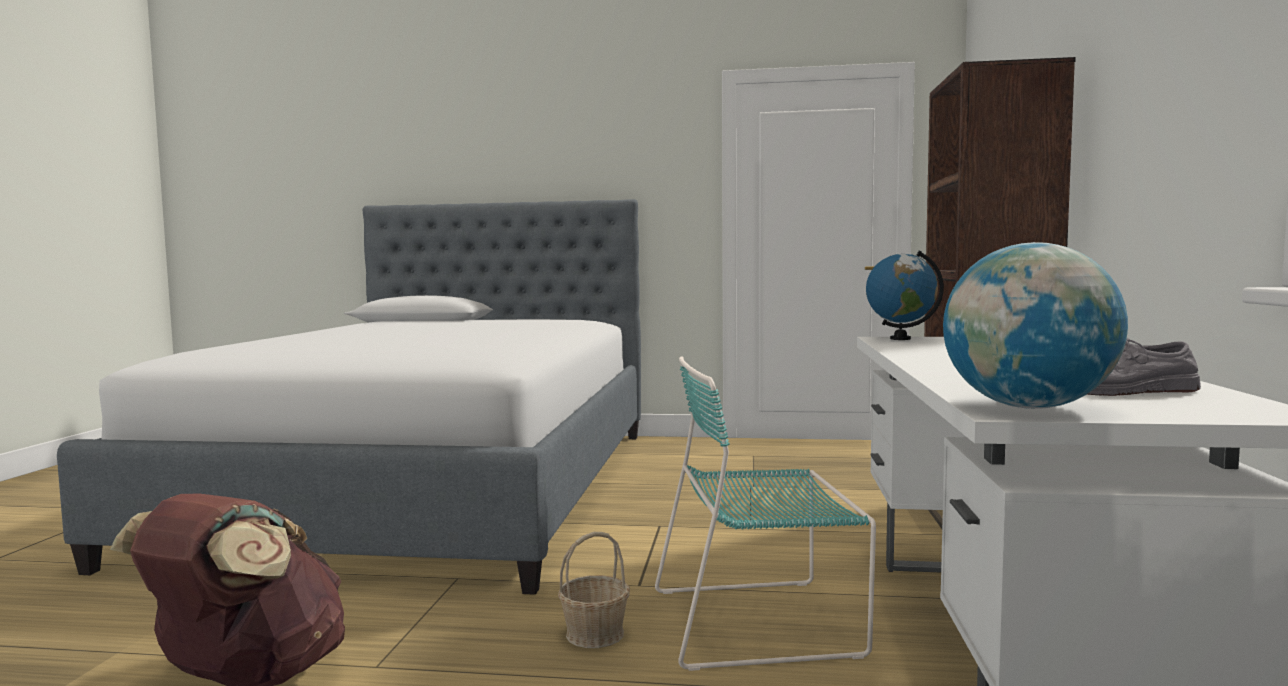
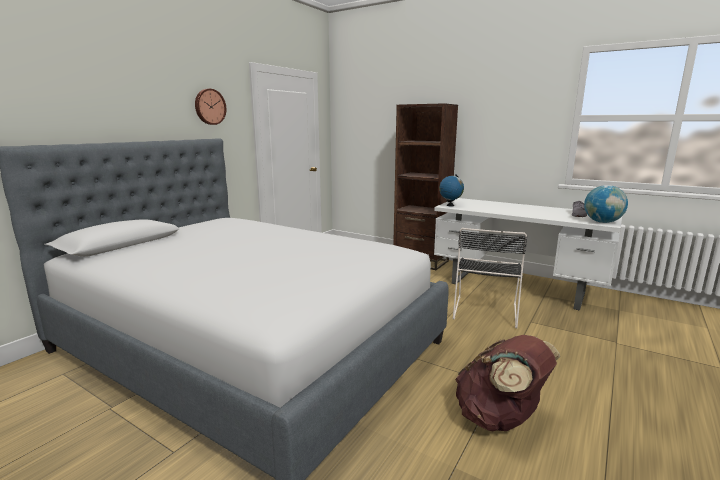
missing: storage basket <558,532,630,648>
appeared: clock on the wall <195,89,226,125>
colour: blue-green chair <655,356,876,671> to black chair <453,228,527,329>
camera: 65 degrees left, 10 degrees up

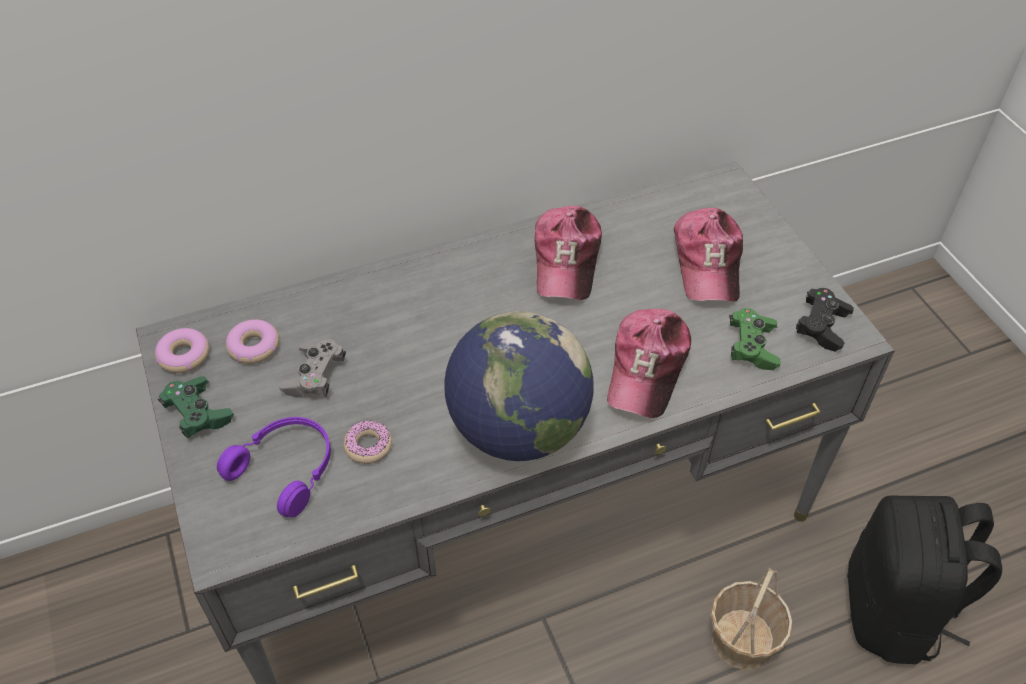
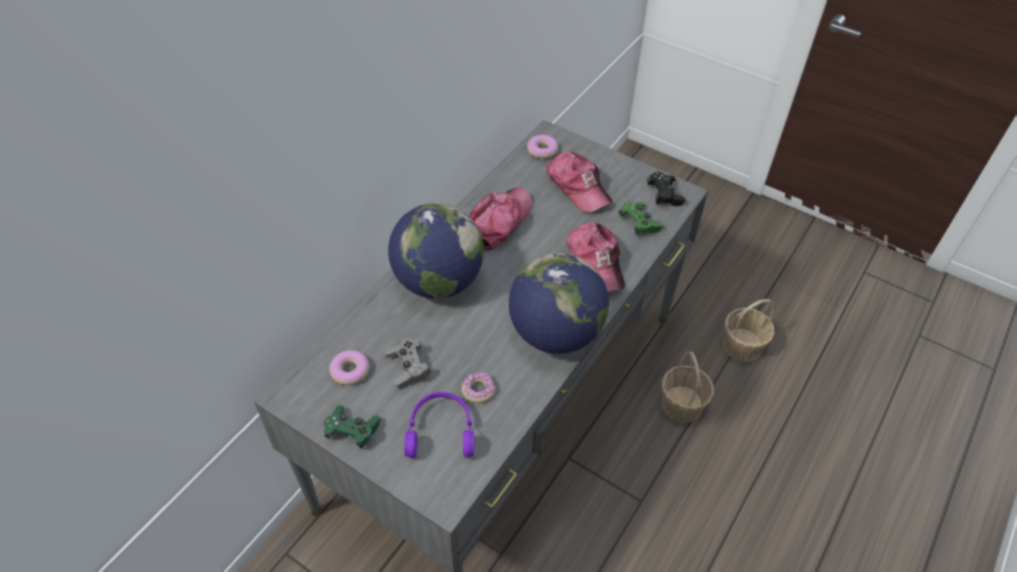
appeared: world globe <388,203,484,299>
relocated: donut <155,328,209,373> to <527,135,558,159>
exchanged: black knapsack <847,496,1002,664> to storage basket <723,299,774,362>
spun: peaked cap <534,206,602,300> = <469,188,532,251> 120 degrees counterclockwise
camera: 35 degrees left, 0 degrees up

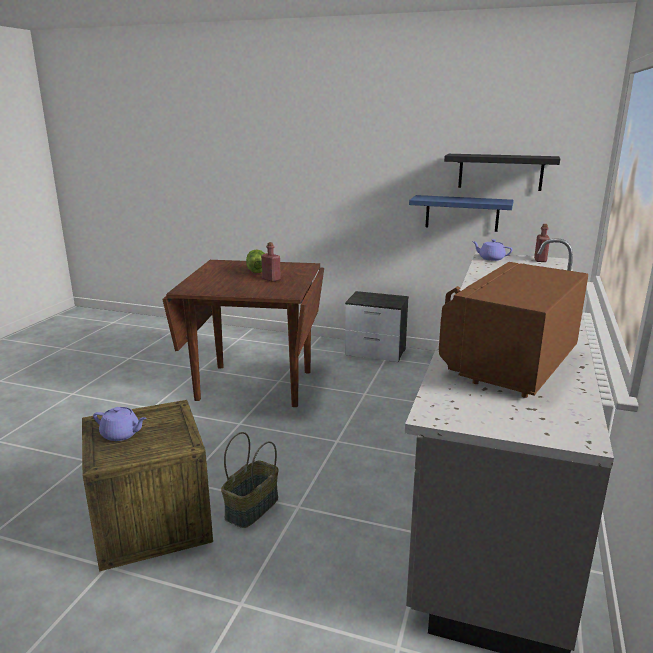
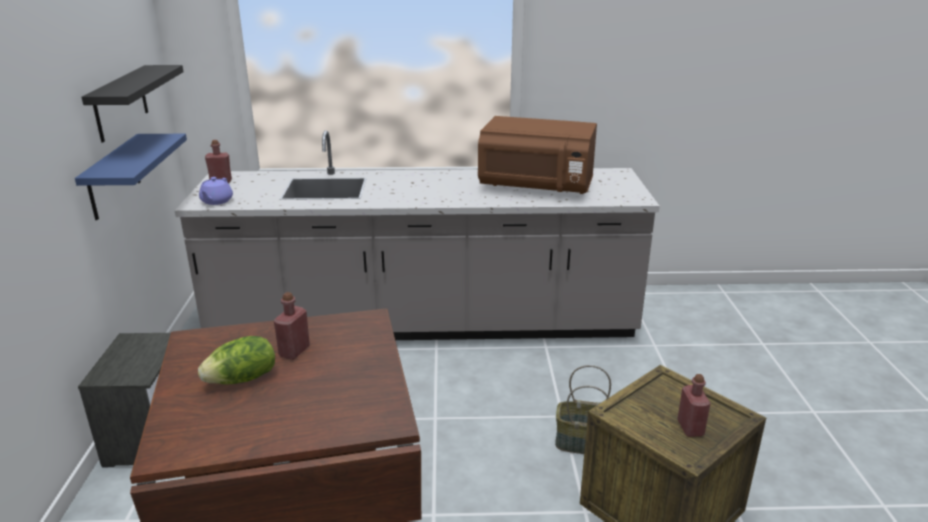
exchanged: purple-coloured teapot <93,407,147,441> to red-coloured drink bottle <677,374,711,437>
camera: 110 degrees left, 5 degrees up

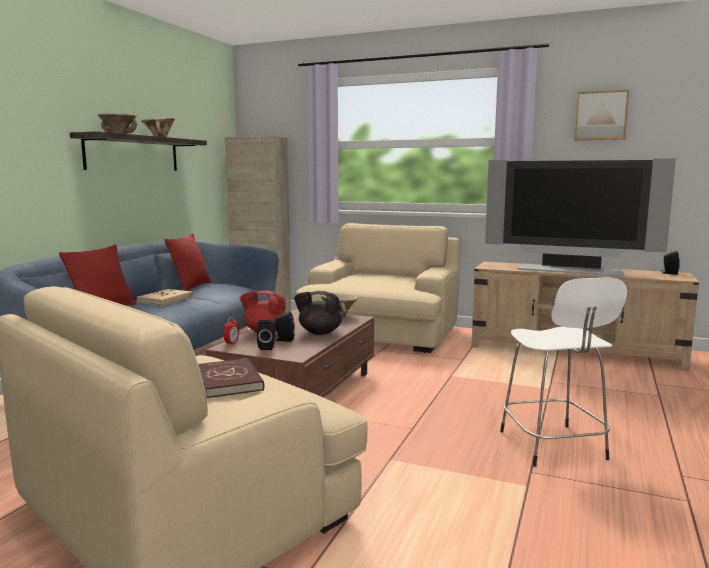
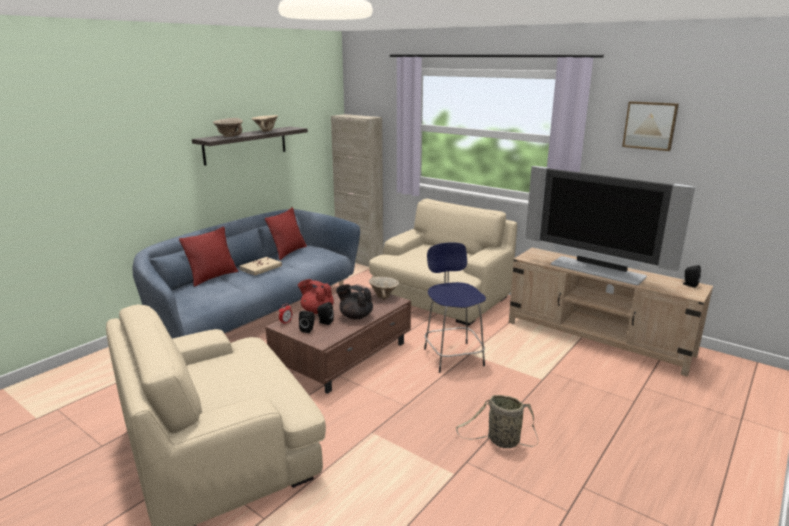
missing: red-coloured bound book <198,358,264,398>
appeared: blue-coloured stool seat <424,242,486,373>
exchanged: whitish stool seat <500,278,627,467> to storage basket <456,395,538,448>
camera: 15 degrees right, 10 degrees up

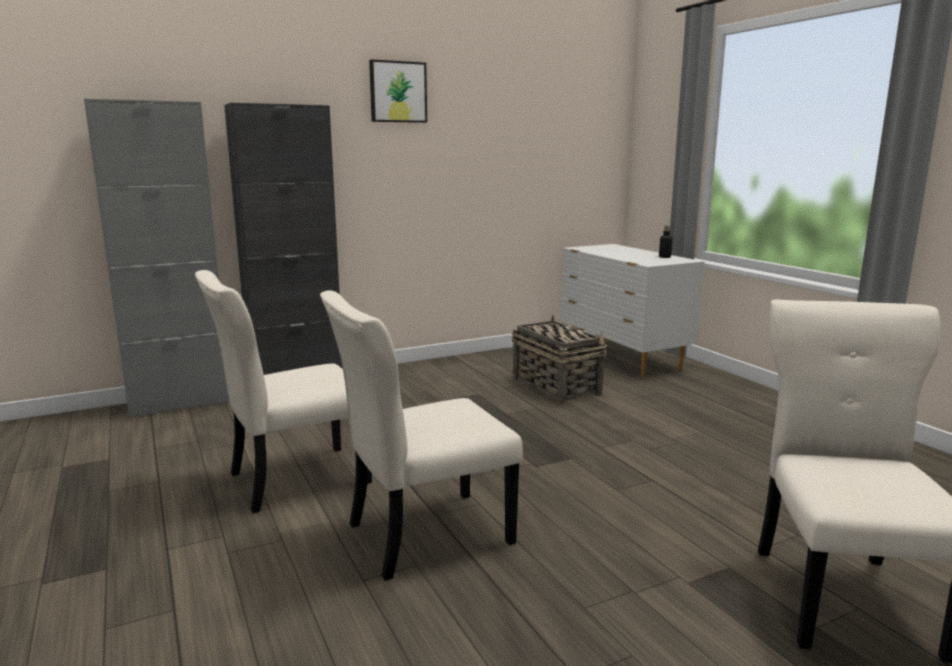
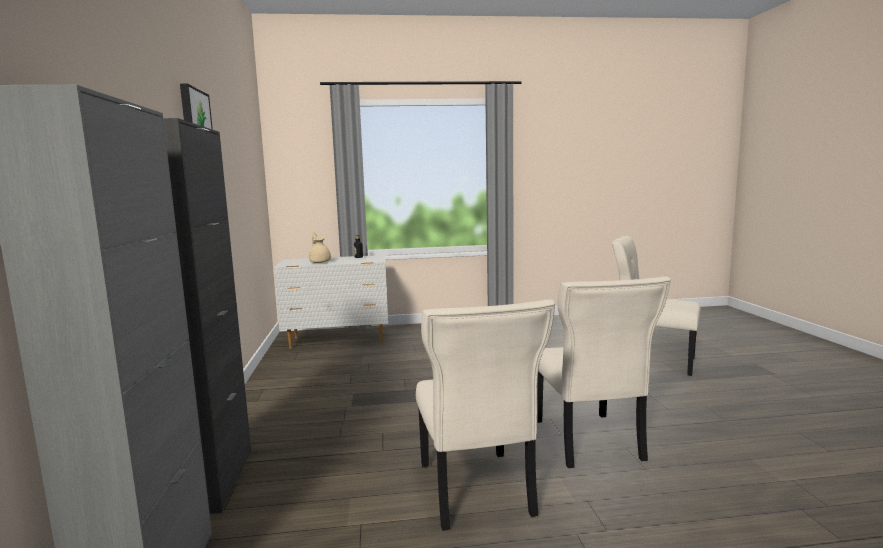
missing: storage basket <512,315,608,405>
appeared: beige teapot <309,232,331,263>
camera: 70 degrees left, 5 degrees down

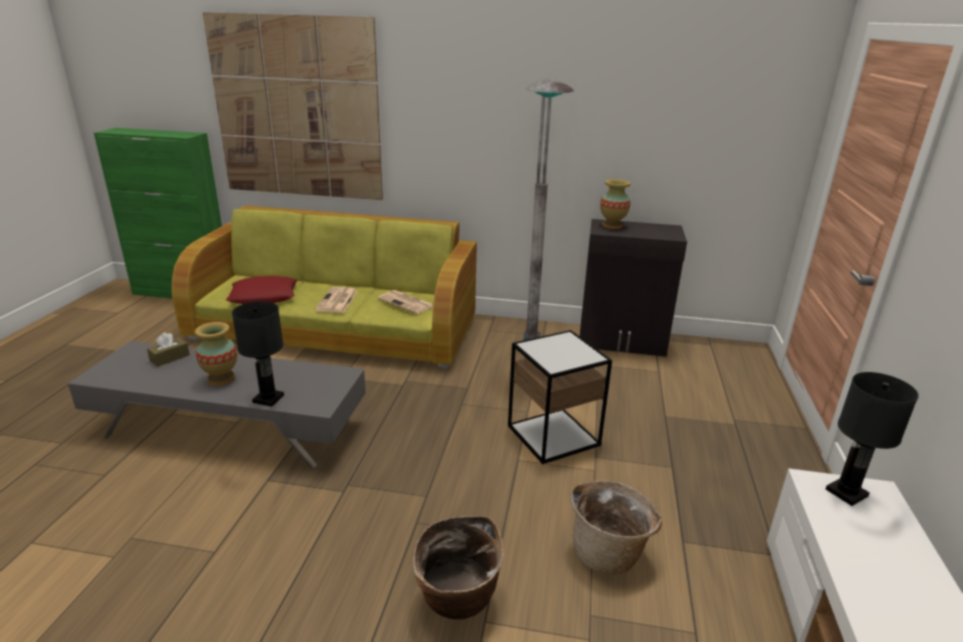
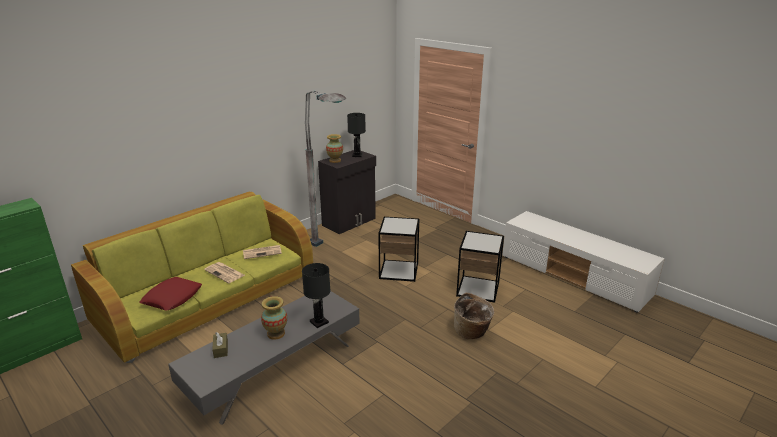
missing: wall picture <203,12,383,200>
relocated: black tabletop lamp <826,372,919,506> to <347,113,366,157>
exchanged: storage basket <570,480,662,575> to end table <456,231,504,303>
camera: 55 degrees left, 0 degrees up

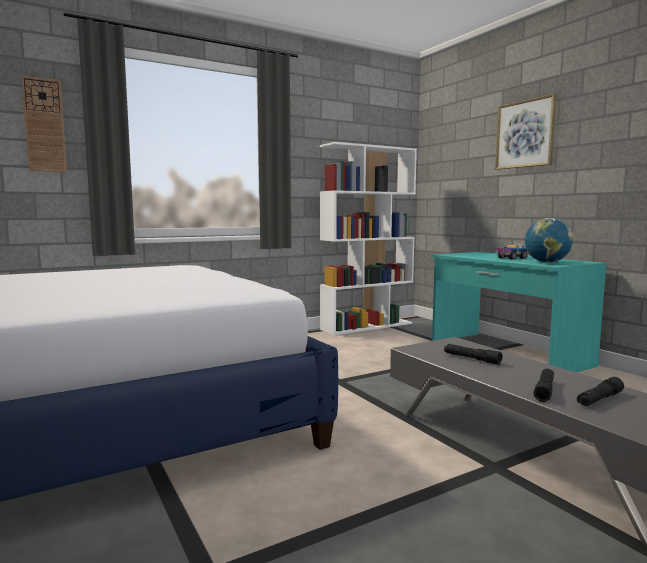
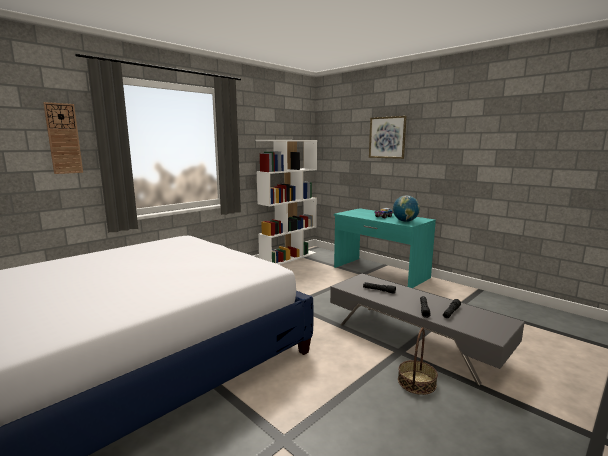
appeared: storage basket <398,327,438,395>
camera: 15 degrees left, 5 degrees up

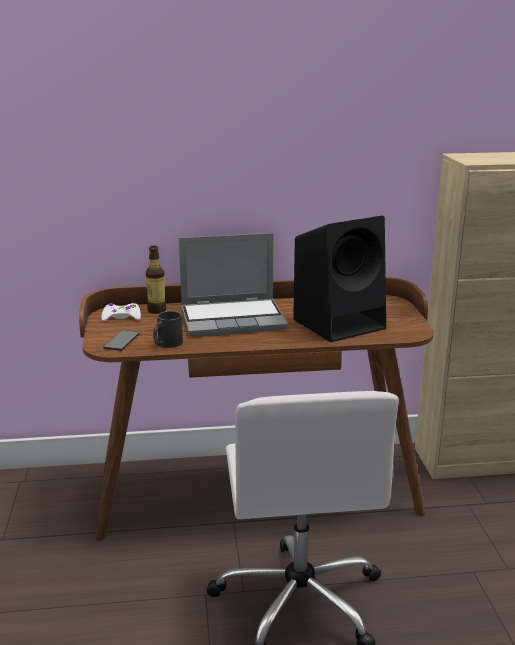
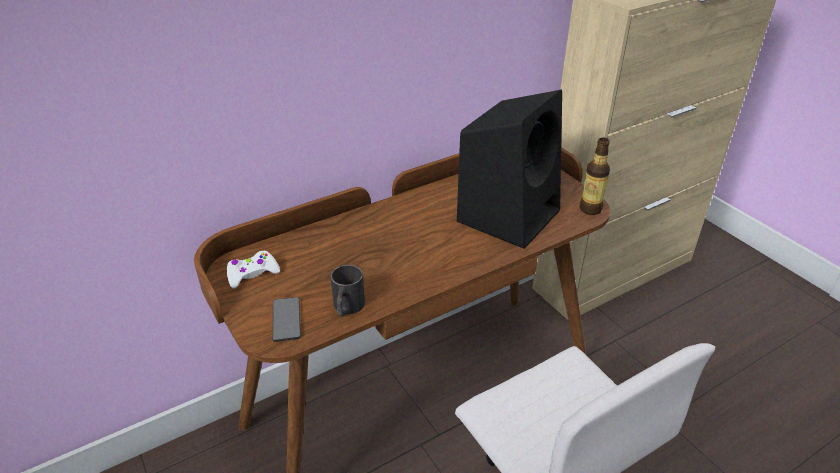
missing: portable computer <179,233,288,337>
relocated: drink bottle <146,246,166,314> to <580,138,610,215>
camera: 25 degrees left, 15 degrees up

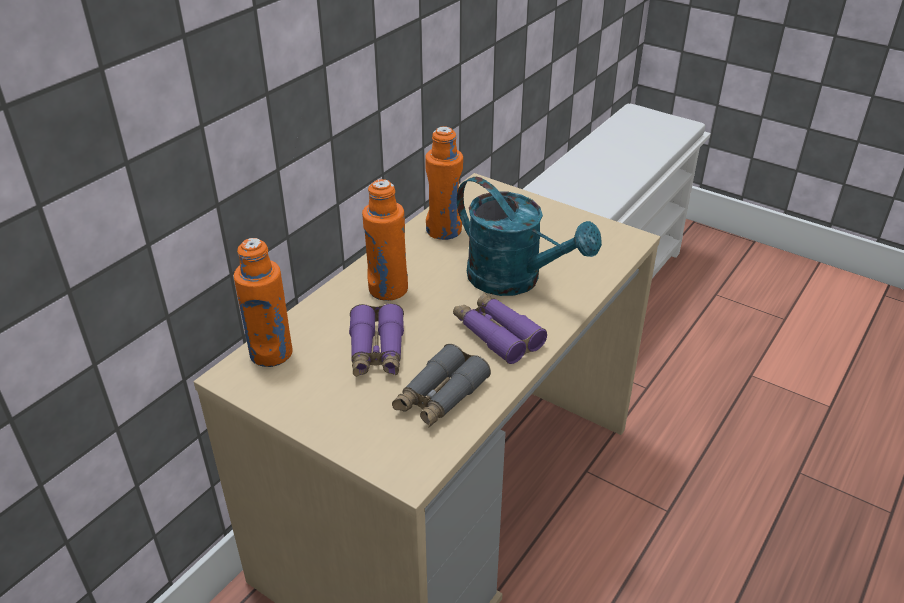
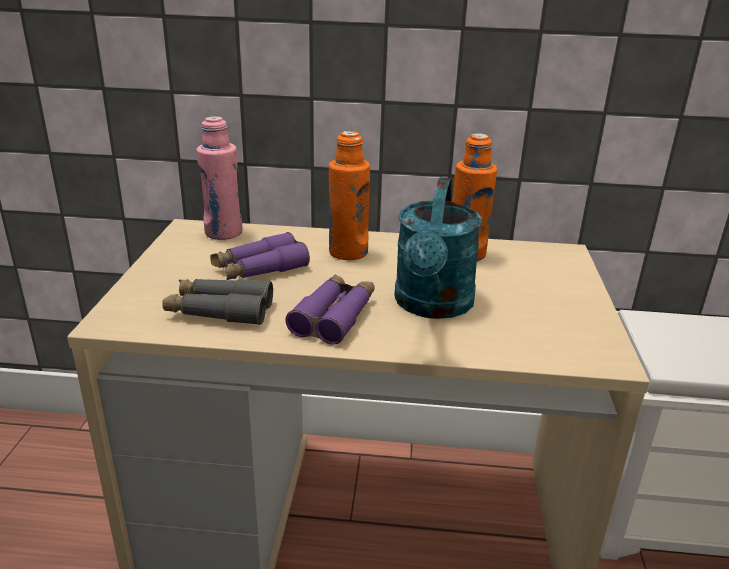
colour: orange-coloured drink bottle <234,238,293,367> to pink drink bottle <196,116,243,240>
camera: 60 degrees right, 10 degrees down

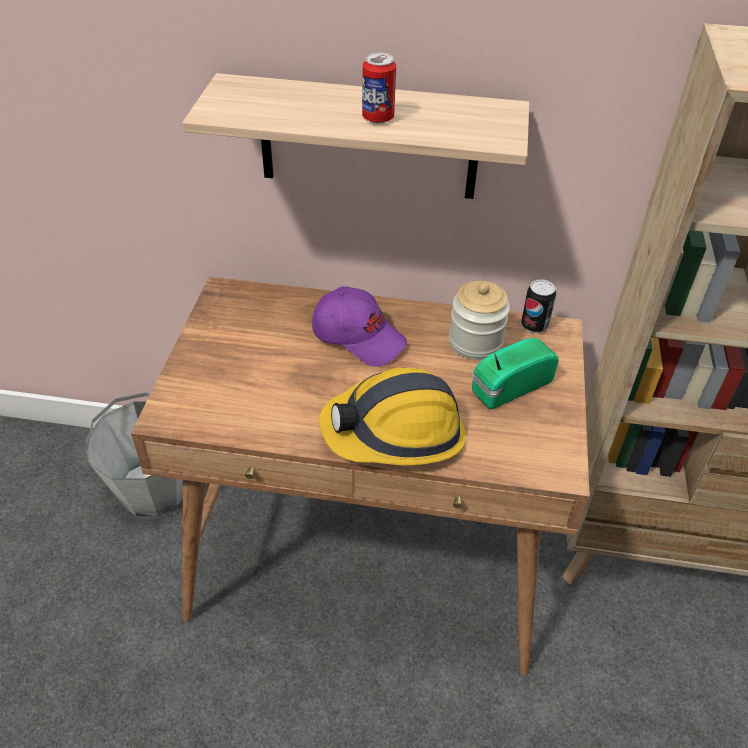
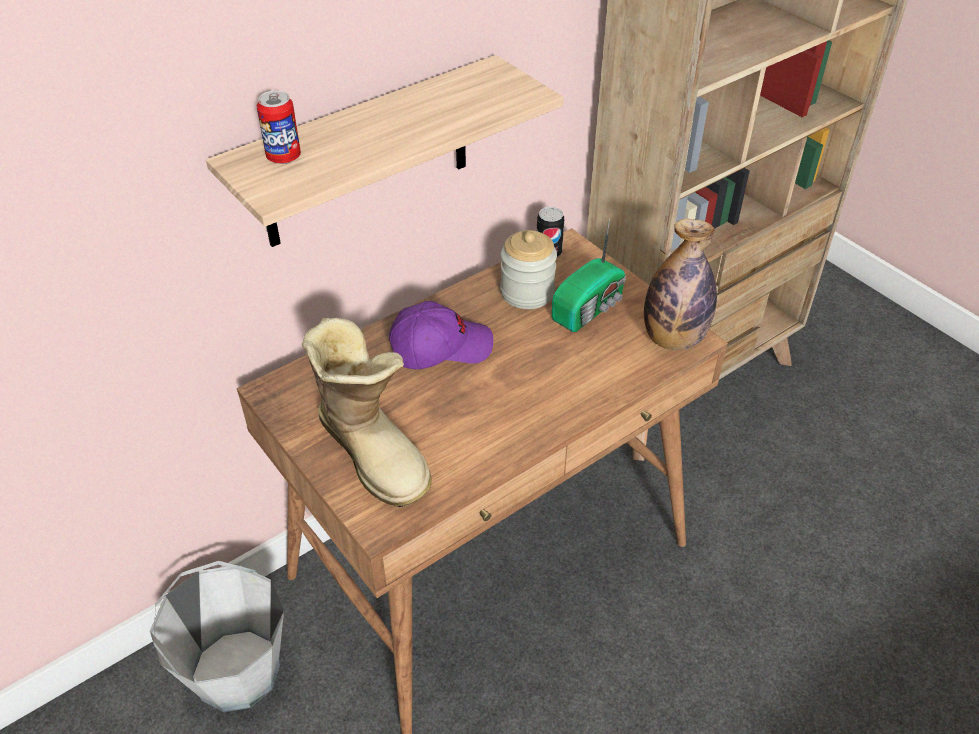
missing: hard hat <319,368,466,465>
appeared: high-top boot <302,318,432,507>; drink bottle <644,219,717,350>
relocated: metal can <362,53,396,124> to <256,91,301,164>
spun: radio receiver <472,338,559,409> = <552,218,626,332> 150 degrees counterclockwise
camera: 45 degrees left, 0 degrees up

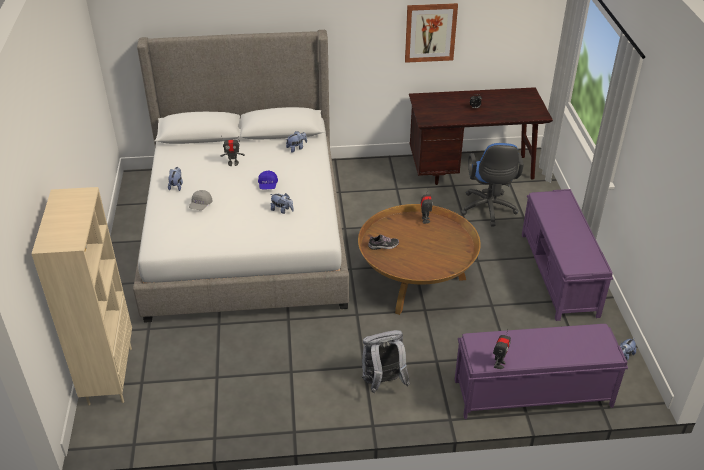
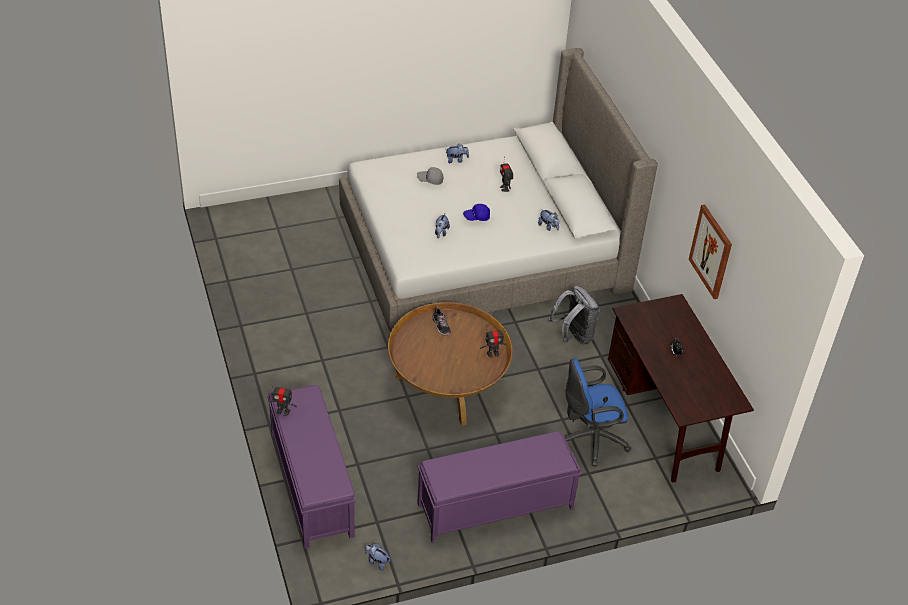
missing: beige shelving unit <31,187,132,405>
relocated: grey knapsack <362,330,410,393> to <548,286,599,345>
camera: 75 degrees right, 5 degrees up

